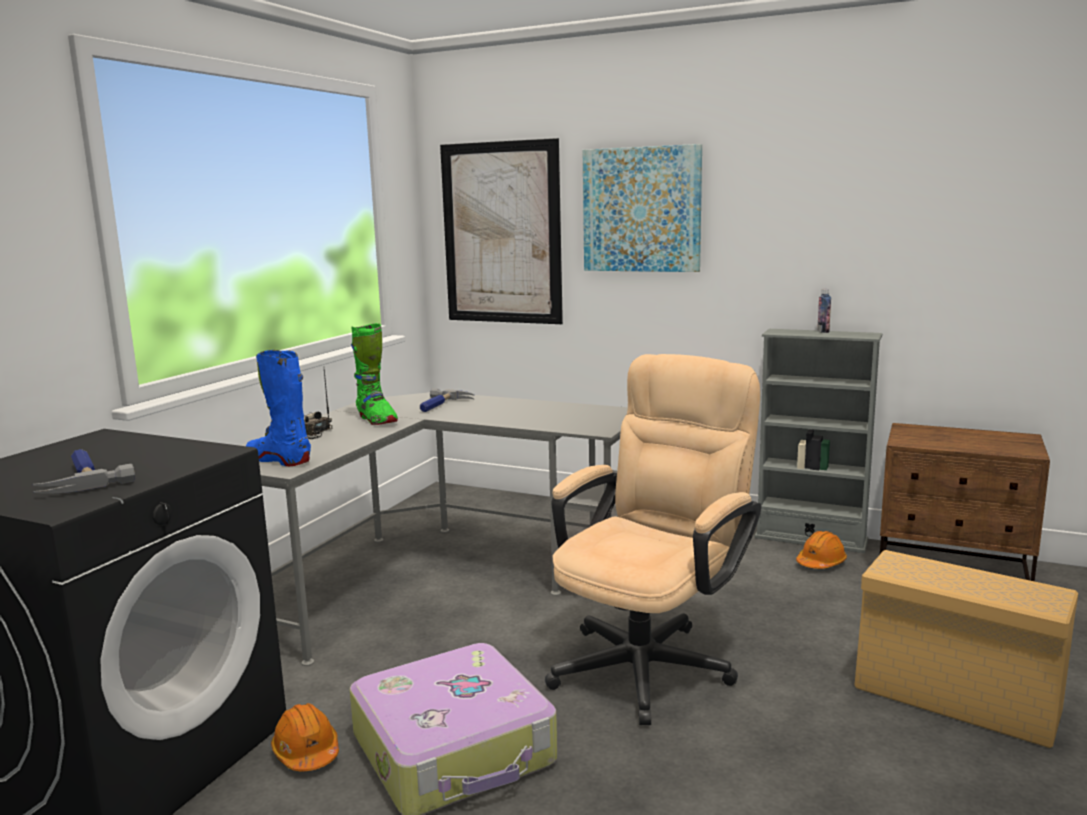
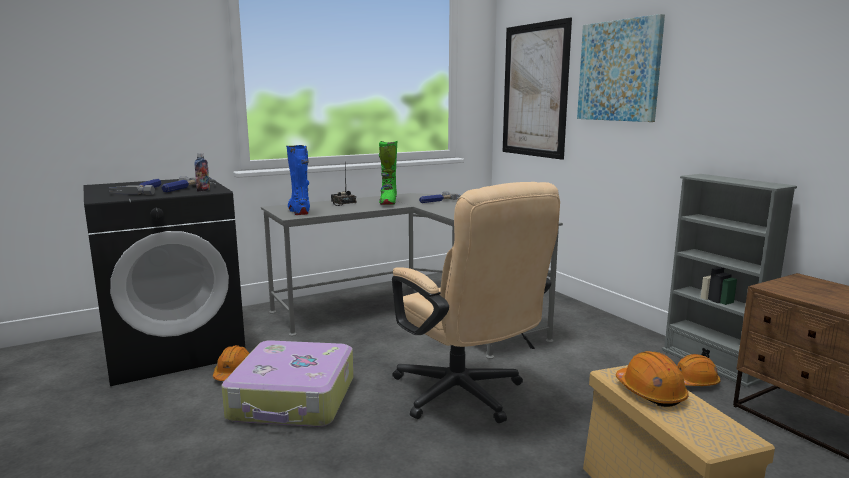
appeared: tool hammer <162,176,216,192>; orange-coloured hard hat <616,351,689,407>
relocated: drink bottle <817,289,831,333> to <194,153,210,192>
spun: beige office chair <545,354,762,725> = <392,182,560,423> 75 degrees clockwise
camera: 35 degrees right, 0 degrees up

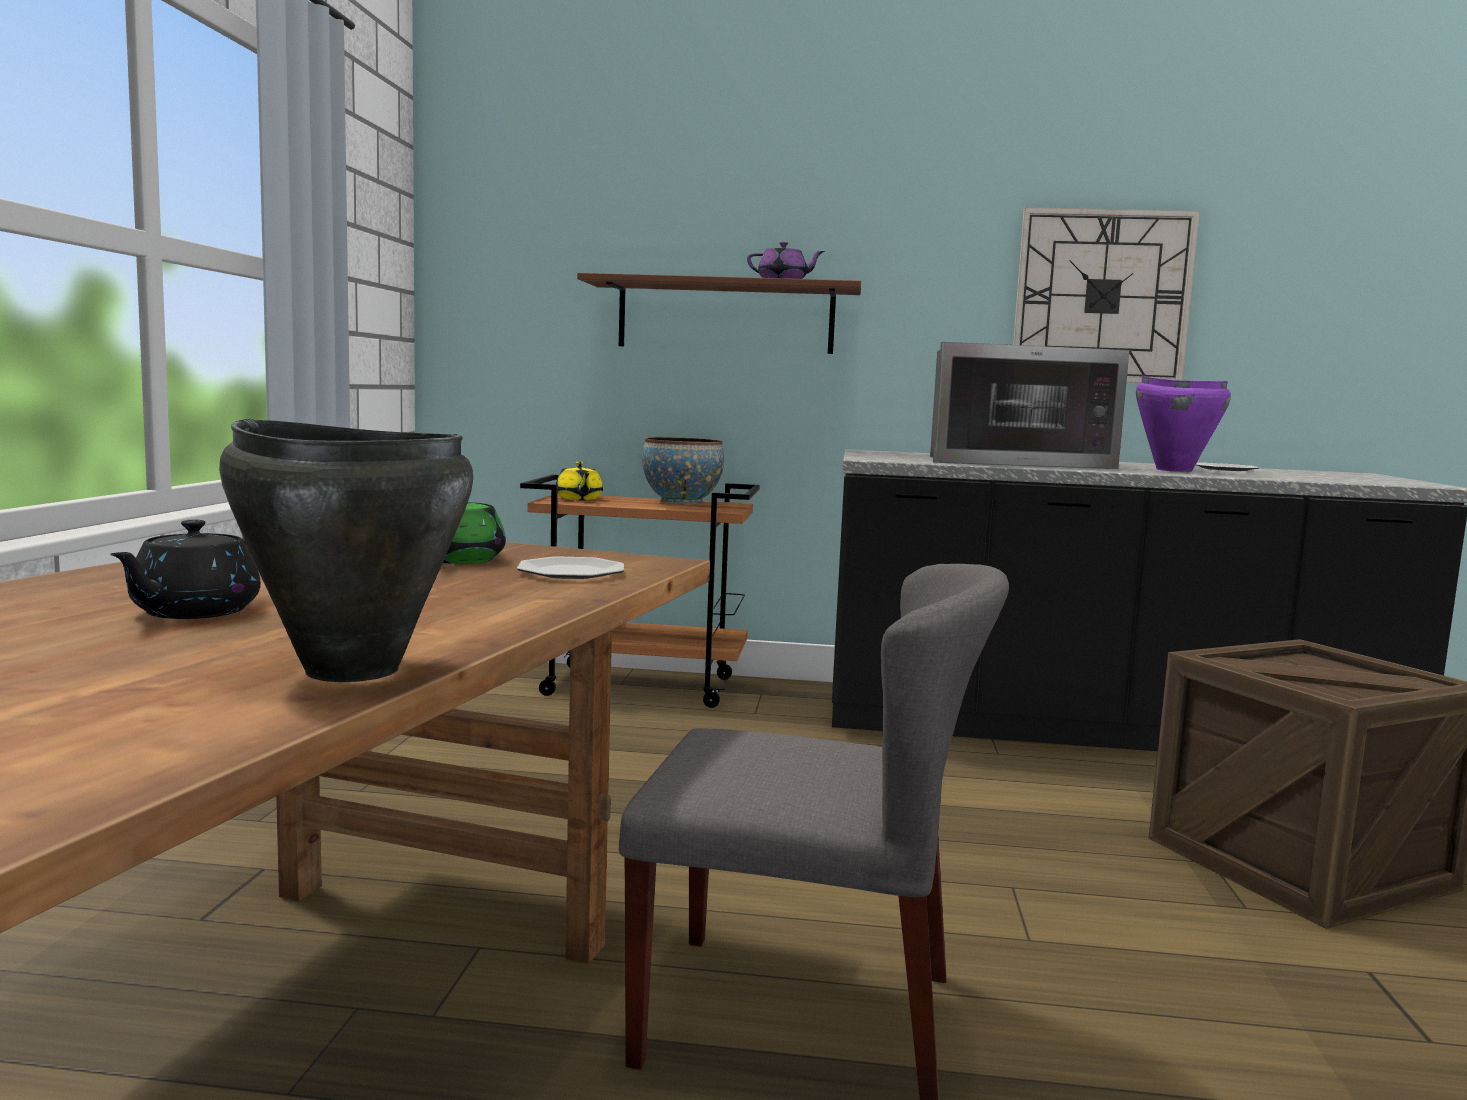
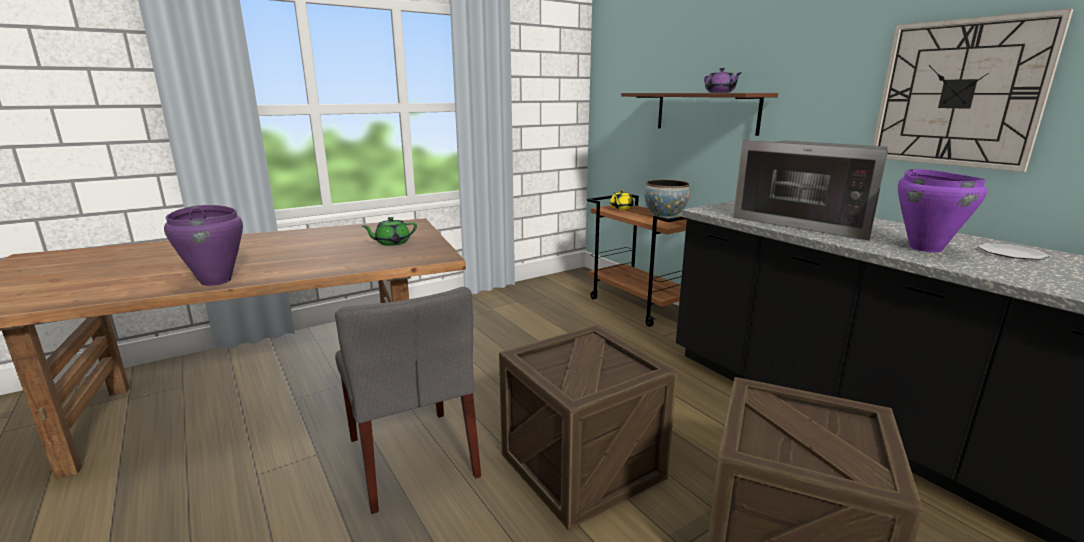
missing: black teapot <110,520,261,619>; plate <517,556,624,579>
appeared: crate <499,325,677,530>
colour: black stockpot <219,419,473,682> to purple-coloured stockpot <164,205,243,286>
camera: 50 degrees right, 10 degrees up

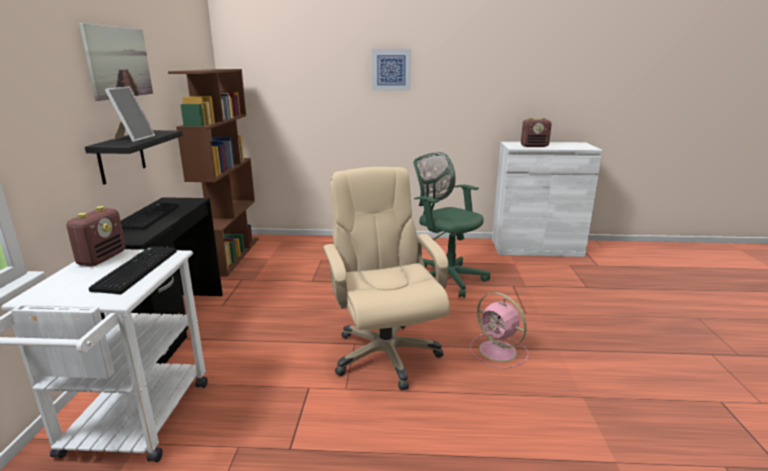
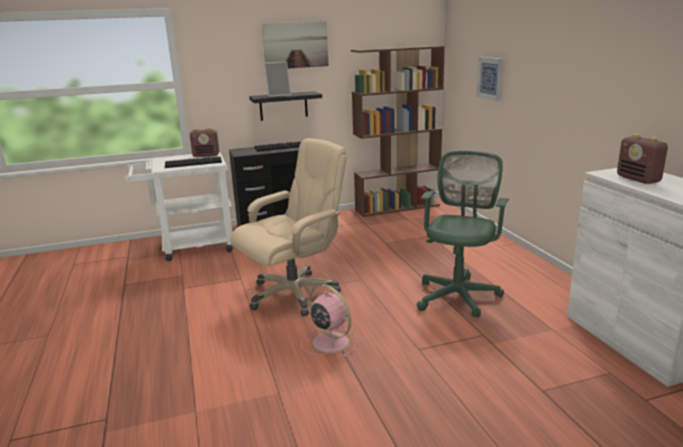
relocated: wall picture <372,49,411,90> to <476,57,503,101>
spun: pink electric fan <470,292,528,368> = <301,284,358,357> 105 degrees clockwise
camera: 70 degrees right, 0 degrees up

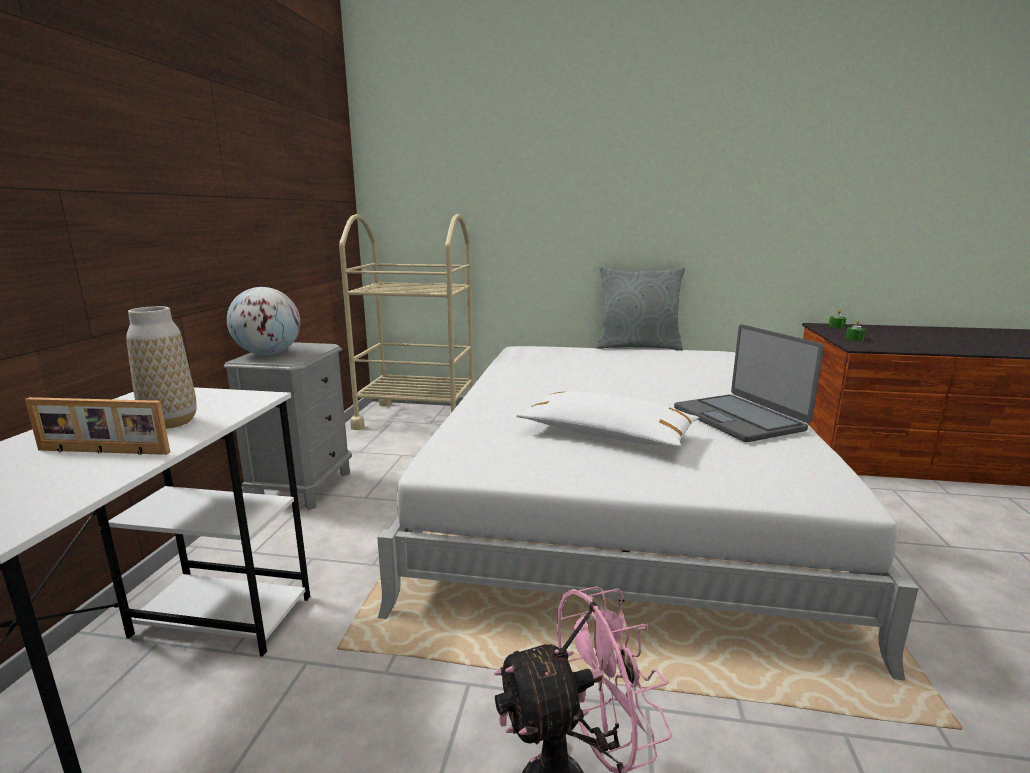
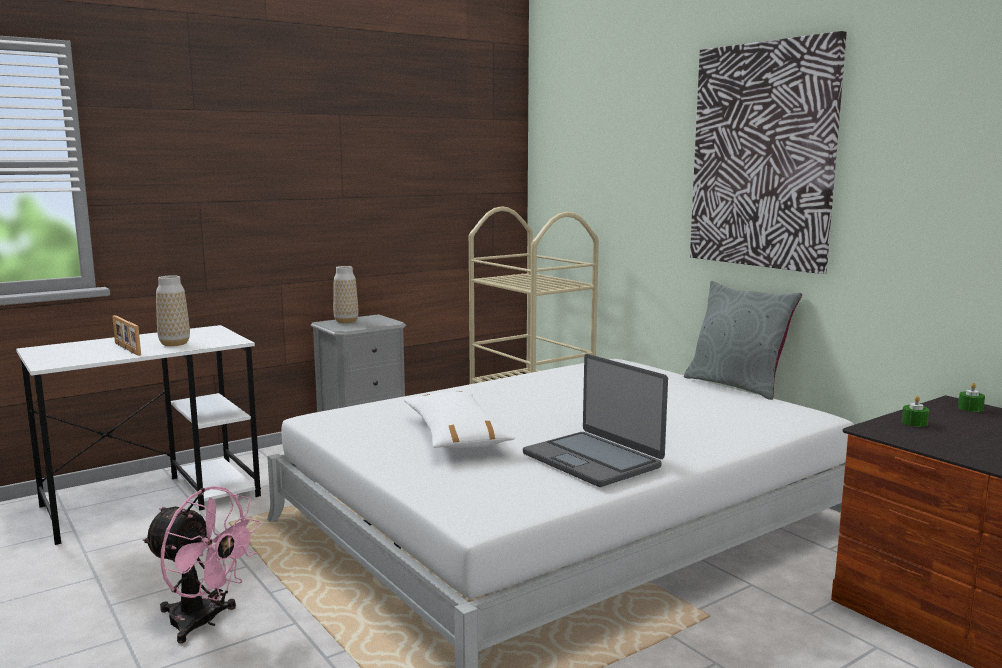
appeared: wall picture <690,31,847,274>
exchanged: world globe <227,287,300,355> to flower vase <333,266,358,323>
spun: portable computer <674,324,824,442> = <523,354,668,487> 60 degrees counterclockwise
camera: 45 degrees right, 5 degrees down

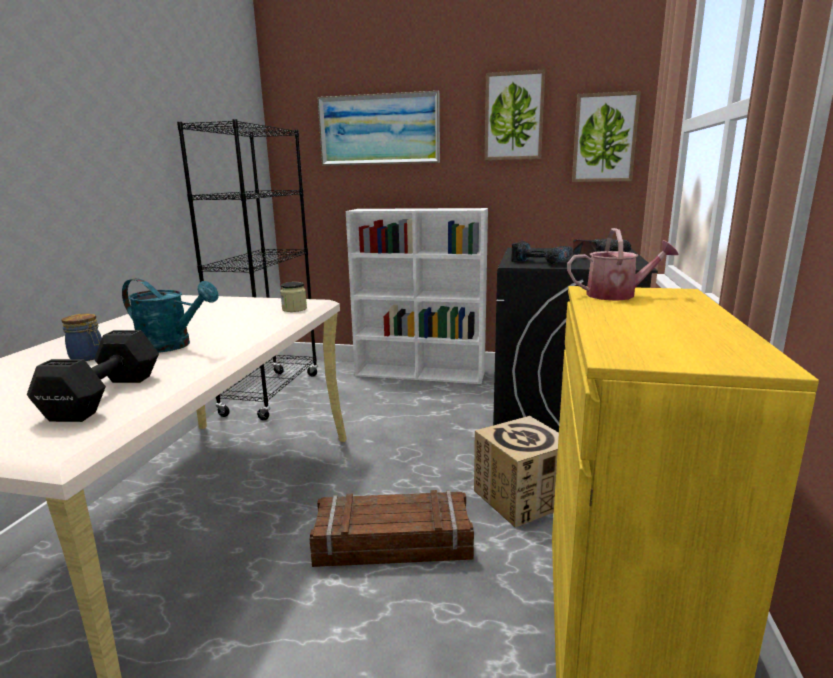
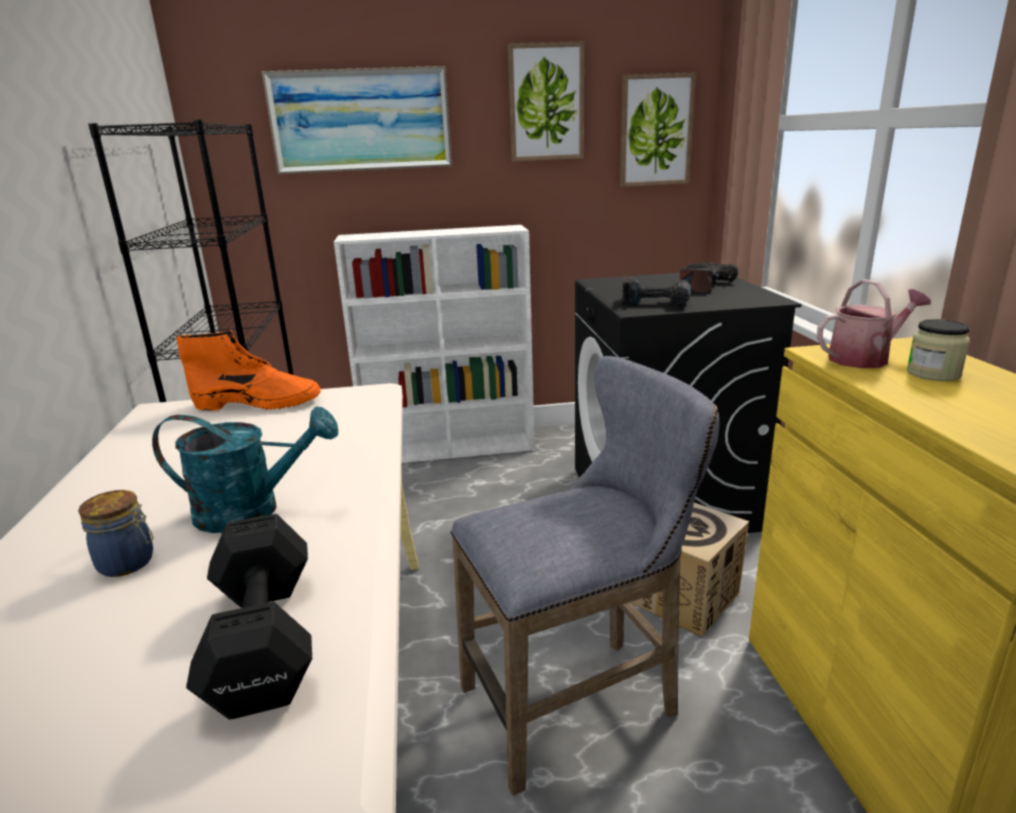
appeared: orange-coloured high-top boot <176,330,321,411>
relocated: storage jar <280,282,307,312> to <907,319,970,381>
exchanged: crate <310,490,474,567> to grey stool seat <450,356,719,796>
camera: 20 degrees left, 5 degrees up

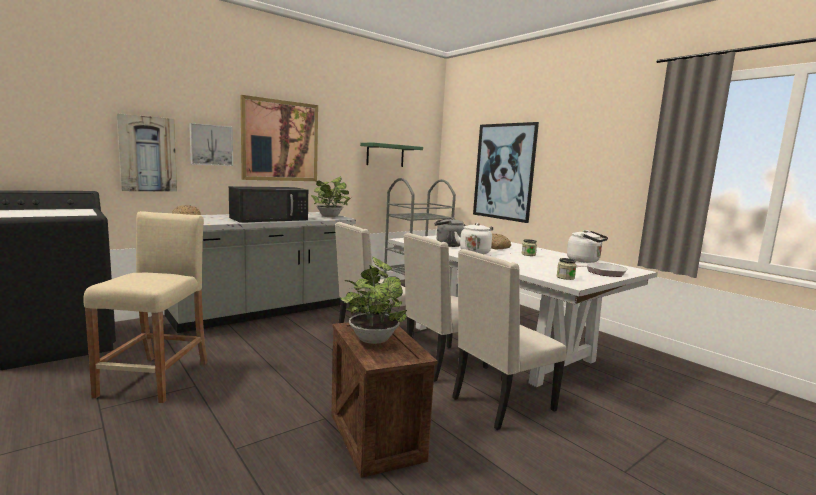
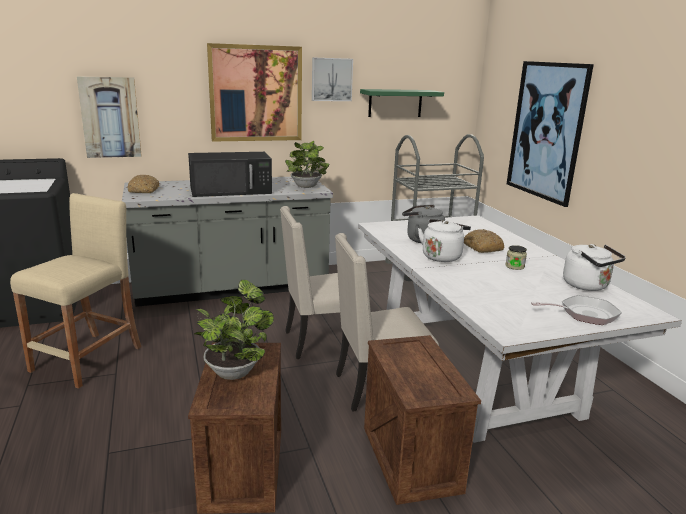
missing: storage jar <557,258,577,280>
relocated: wall picture <189,123,233,166> to <312,57,353,101>
exchanged: beige chair <452,249,567,430> to crate <364,335,481,505>
camera: 20 degrees right, 10 degrees up

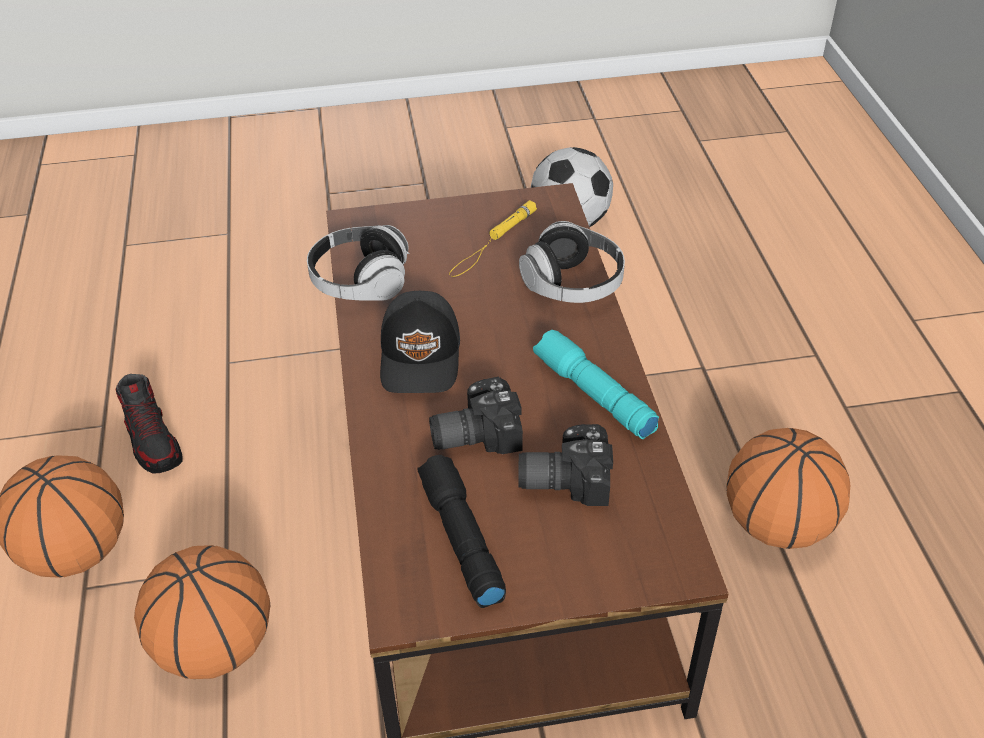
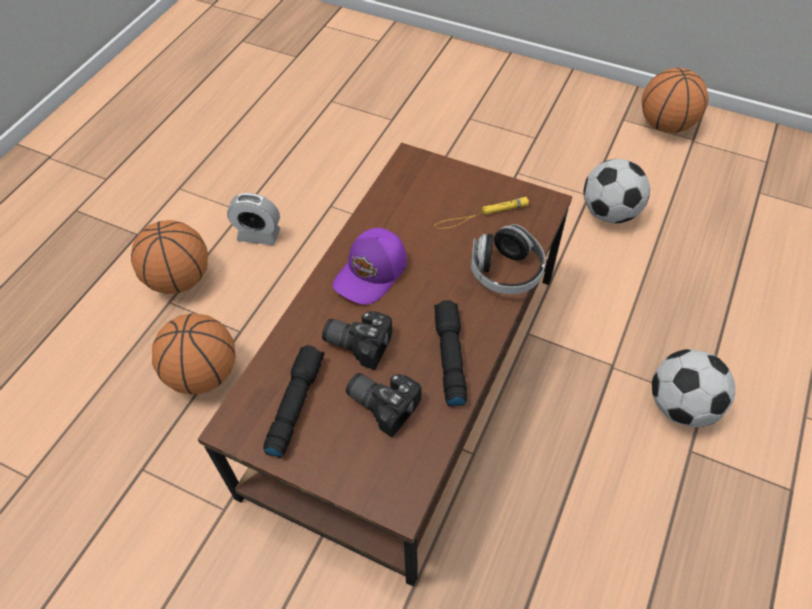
missing: headphones <307,225,409,301>
appeared: football ball <652,349,735,427>
relocated: basketball ball <726,428,850,549> to <642,68,708,133>
exchanged: low shoe <116,374,183,474> to table clock <227,193,280,245>
colour: black peaked cap <380,291,460,393> to purple-coloured peaked cap <333,228,407,305>; blue-green flashlight <533,330,659,439> to black flashlight <434,300,467,407>
camera: 35 degrees right, 10 degrees up

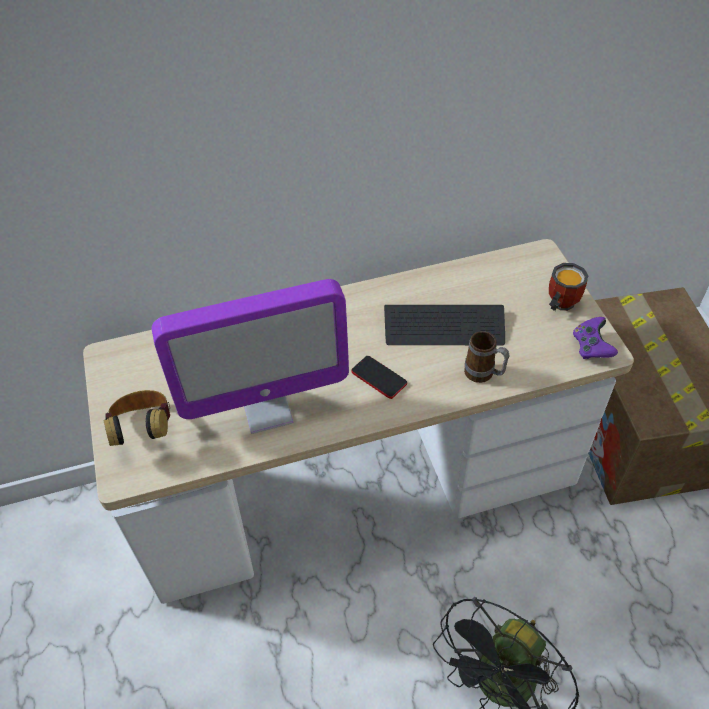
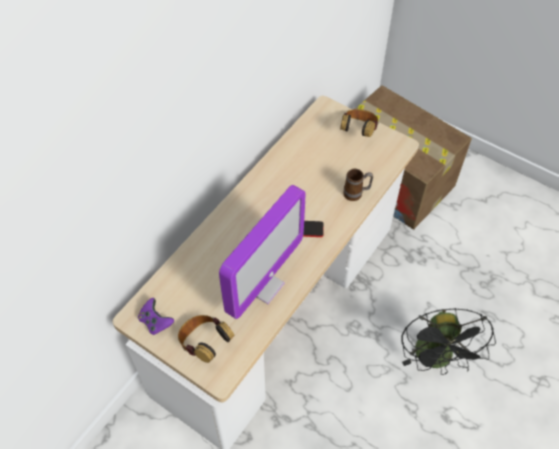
missing: PC keyboard <384,305,505,345>
relocated: purple-coloured joypad <573,317,618,359> to <138,298,174,335>
exchanged: tea mug <549,263,589,311> to headphones <340,109,379,137>
camera: 40 degrees left, 5 degrees up

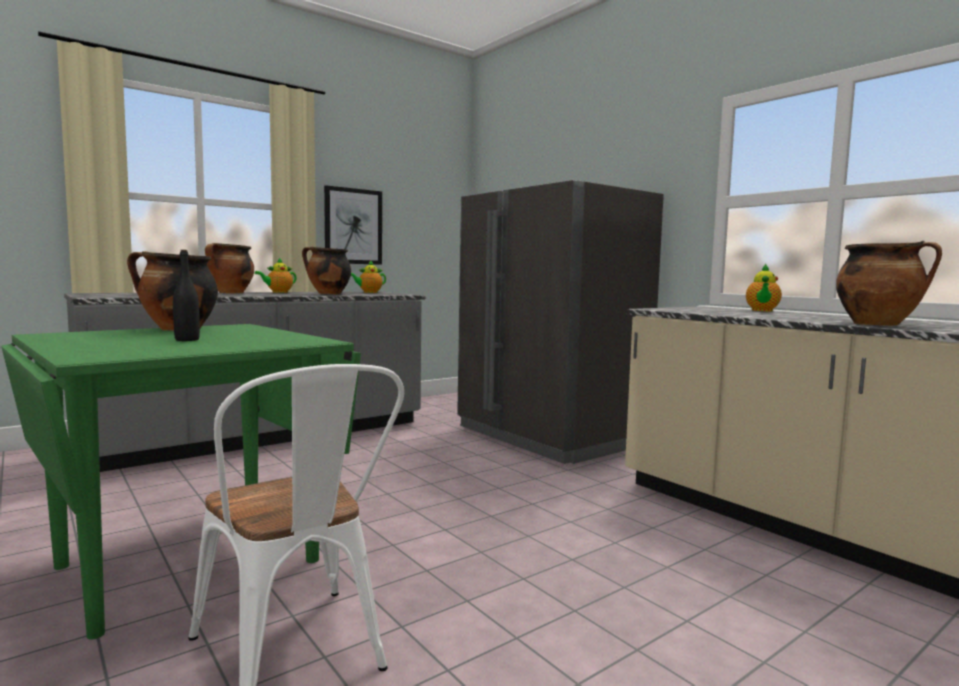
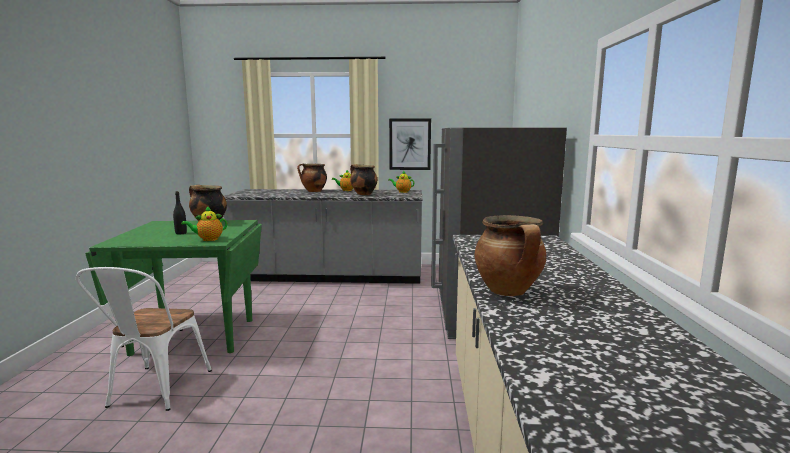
relocated: teapot <746,264,782,311> to <181,206,227,241>
camera: 40 degrees right, 5 degrees up

